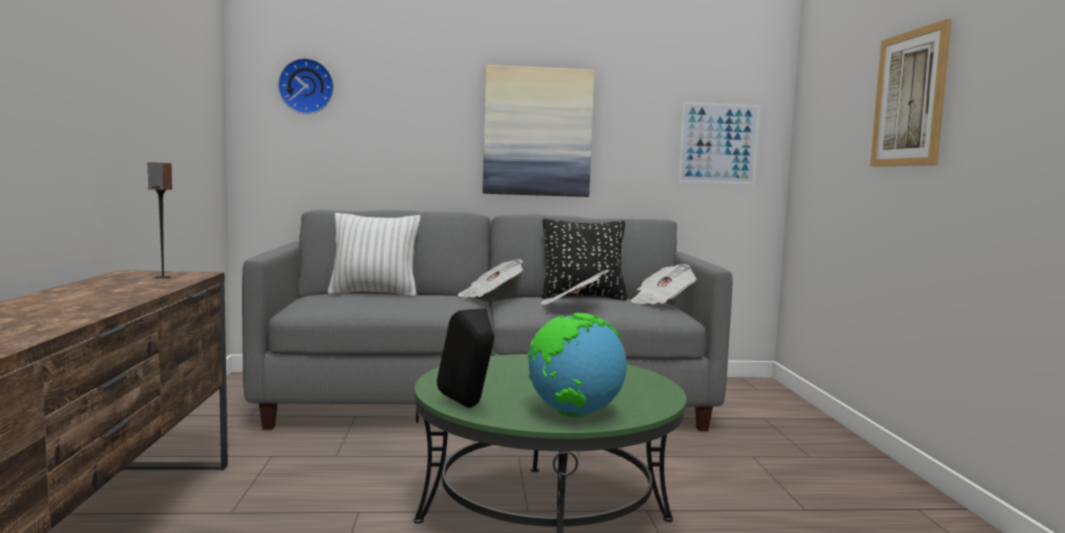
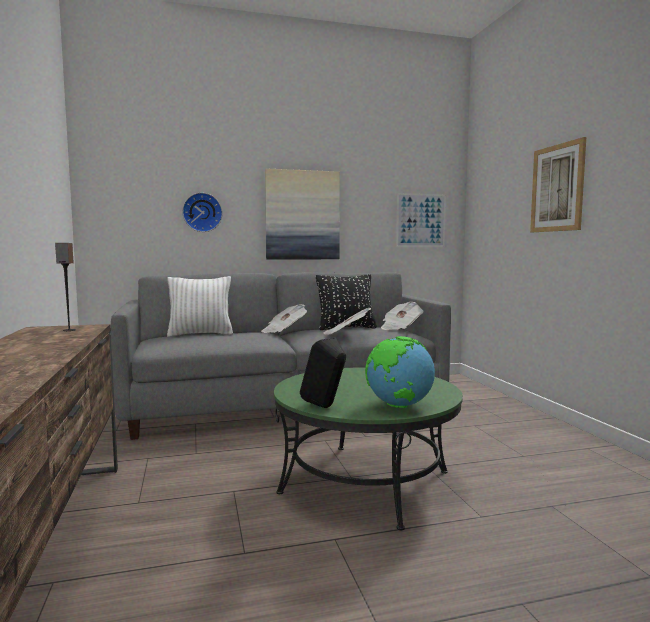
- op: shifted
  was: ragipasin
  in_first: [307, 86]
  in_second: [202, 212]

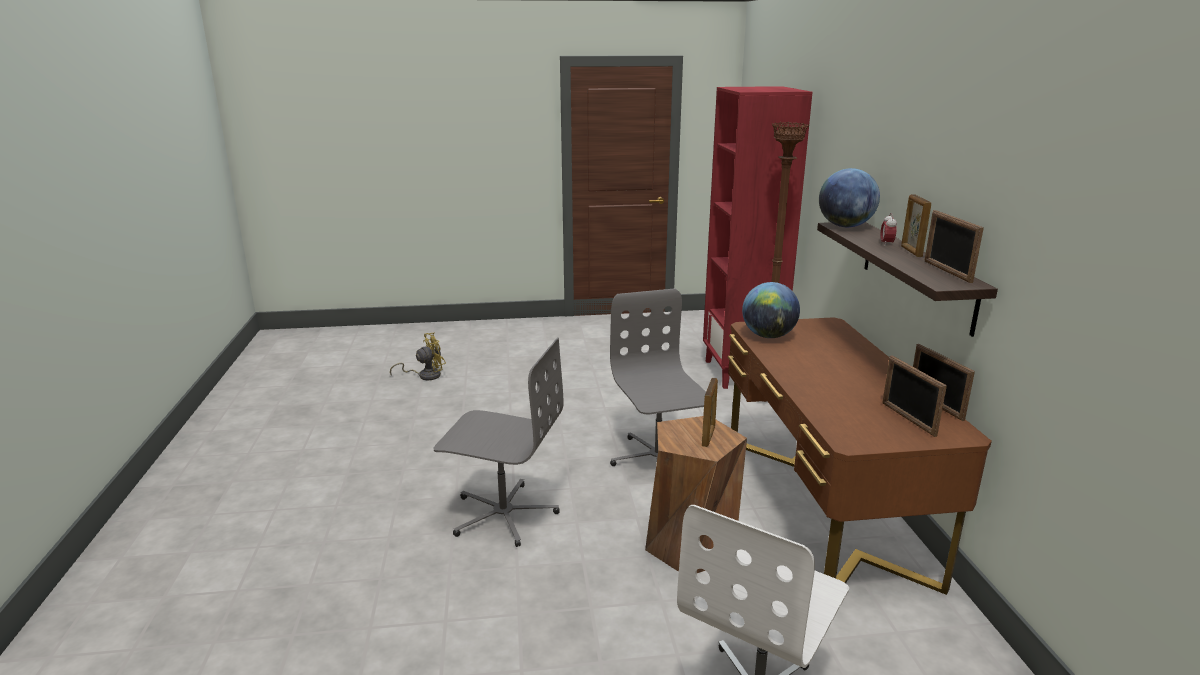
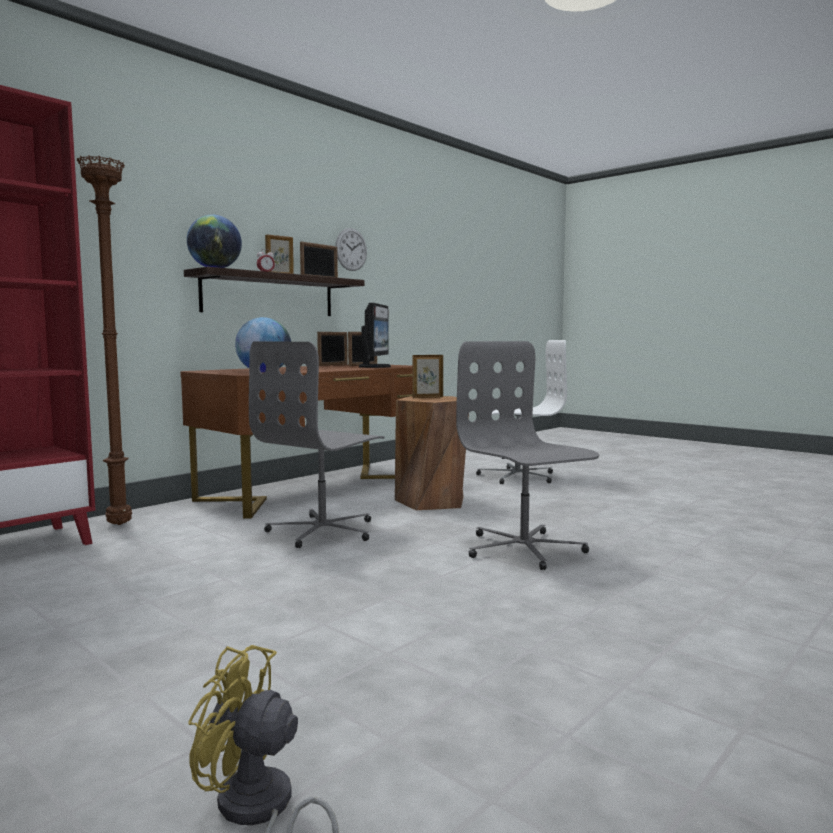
- op: new
  now: ragipasin
  in_second: [351, 249]
- op: new
  now: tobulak
  in_second: [376, 367]

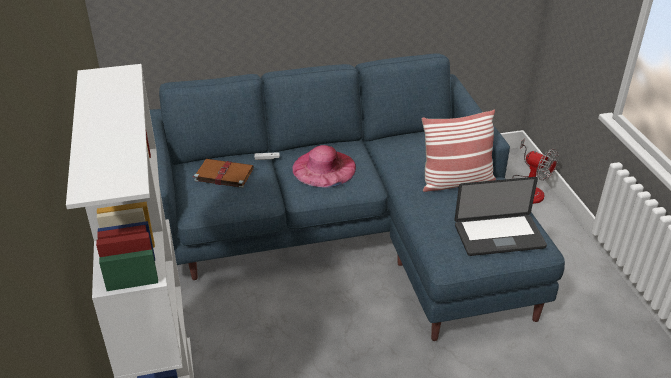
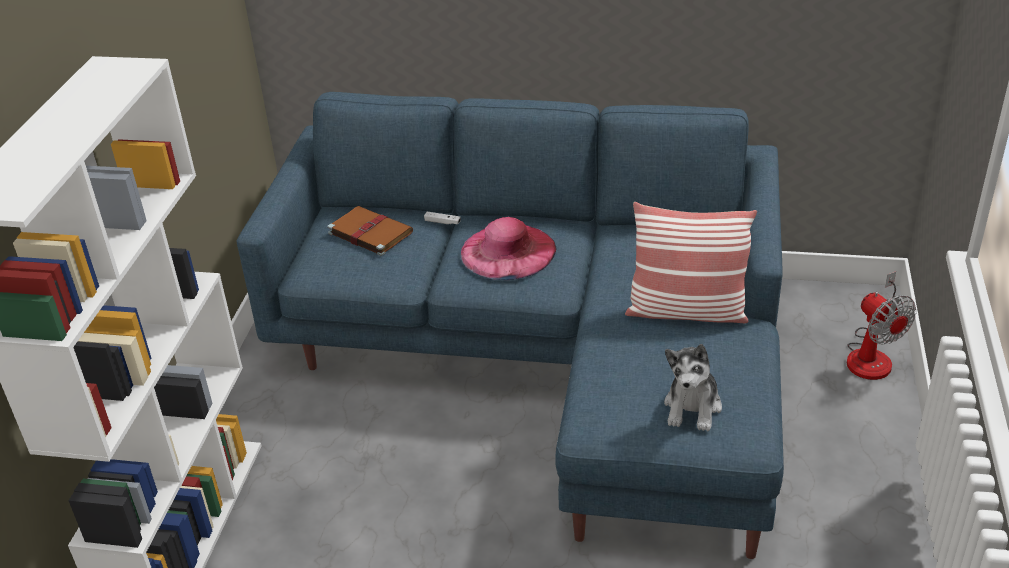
- op: swapped
  was: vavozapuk
  now: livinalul
  in_first: [499, 236]
  in_second: [692, 407]

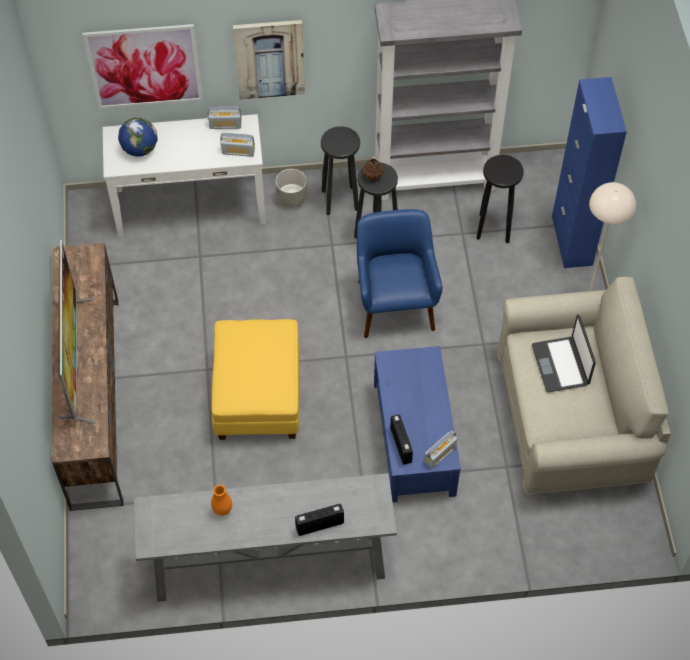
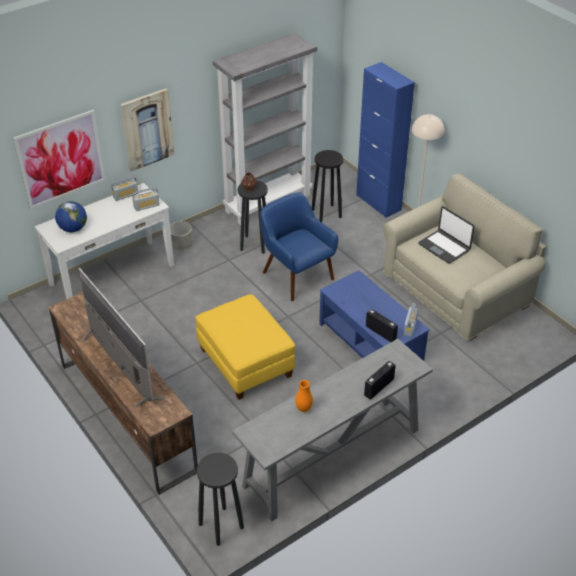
- op: shifted
  was: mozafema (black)
  in_first: [340, 200]
  in_second: [221, 525]

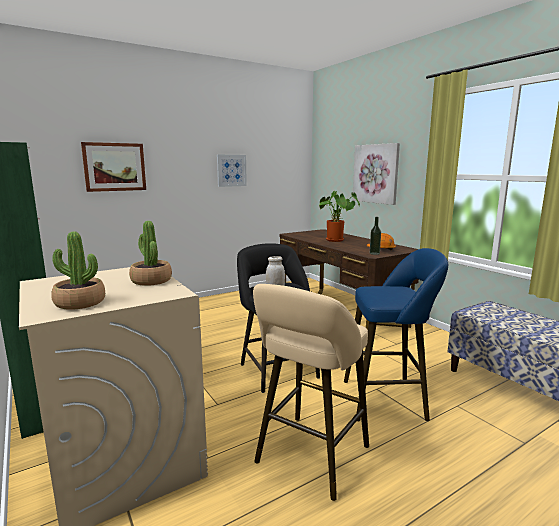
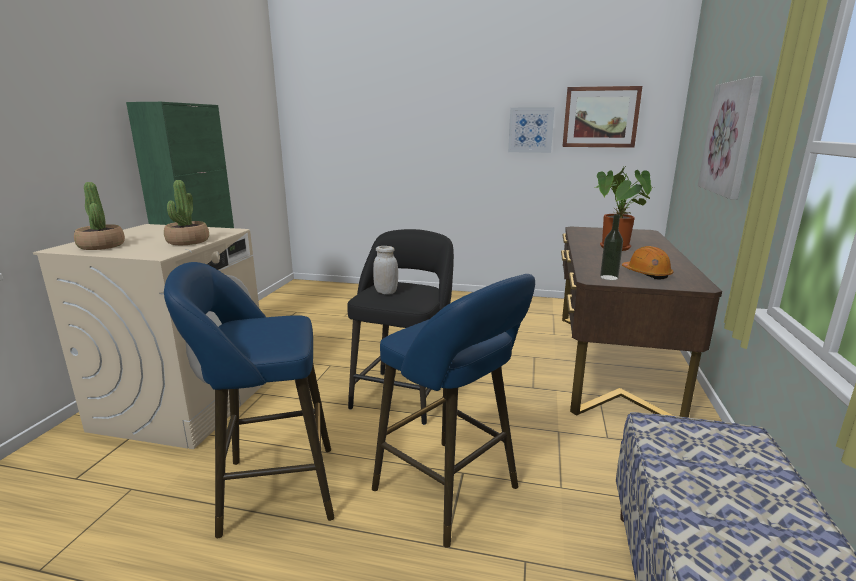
- op: shifted
  was: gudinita
  in_first: [114, 167]
  in_second: [600, 117]
- op: repainted
  was: mozafema (beige)
  now: mozafema (blue)
  in_first: [309, 458]
  in_second: [270, 490]

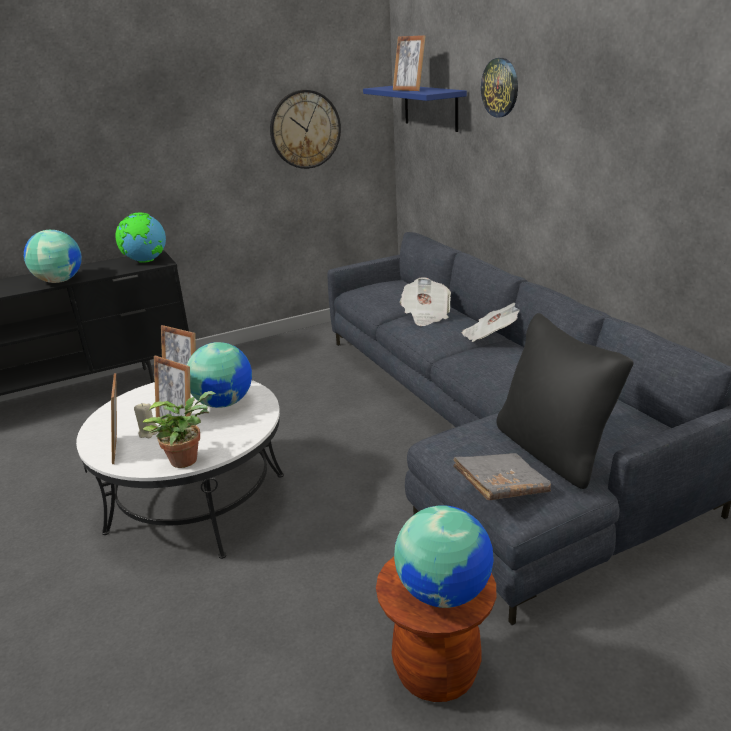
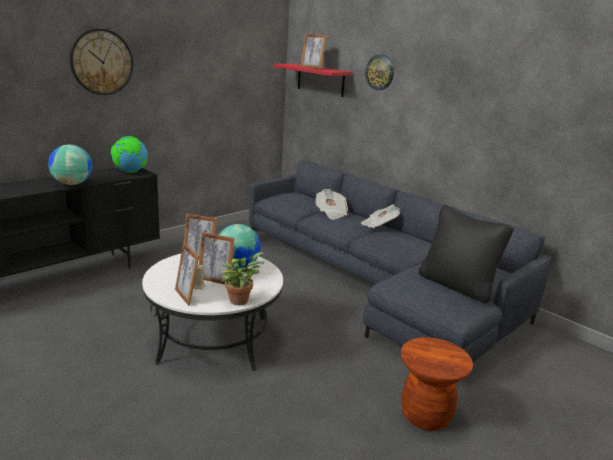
- op: gone
  was: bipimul
  in_first: [444, 591]
- op: gone
  was: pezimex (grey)
  in_first: [501, 488]
- op: shifted
  was: ragipasin
  in_first: [305, 129]
  in_second: [101, 62]
- op: repainted
  was: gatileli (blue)
  now: gatileli (red)
  in_first: [430, 107]
  in_second: [320, 80]

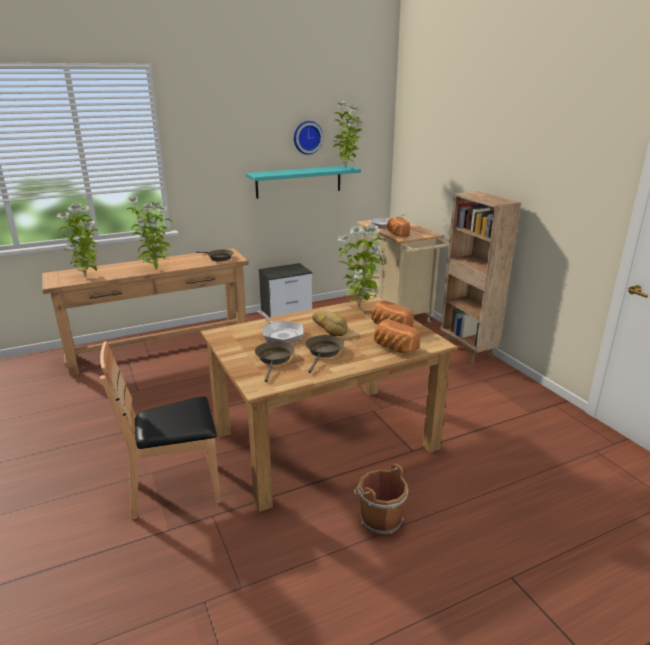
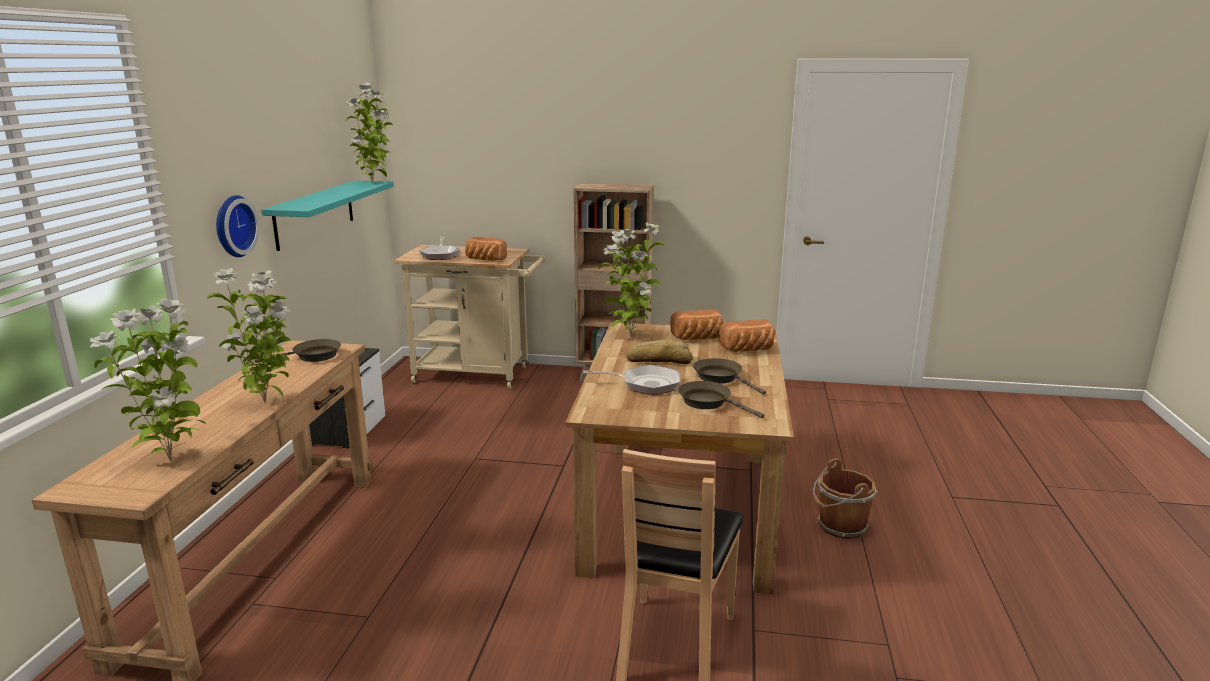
- op: shifted
  was: ragipasin
  in_first: [307, 137]
  in_second: [232, 226]

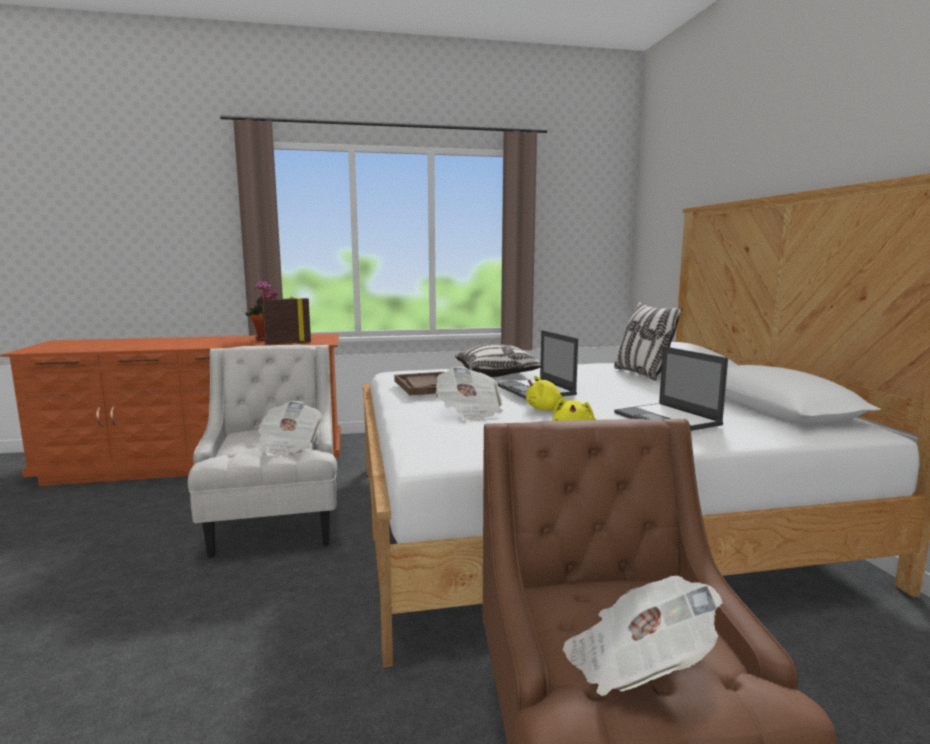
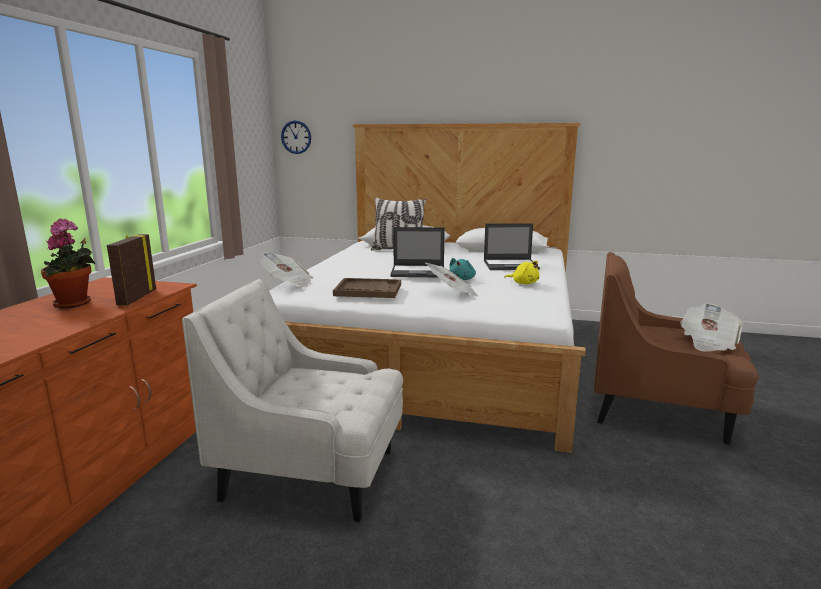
- op: gone
  was: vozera
  in_first: [498, 374]
- op: new
  now: ragipasin
  in_second: [296, 137]
- op: shifted
  was: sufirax
  in_first: [289, 445]
  in_second: [288, 283]
- op: repainted
  was: livinalul (yellow)
  now: livinalul (turquoise)
  in_first: [546, 410]
  in_second: [462, 279]

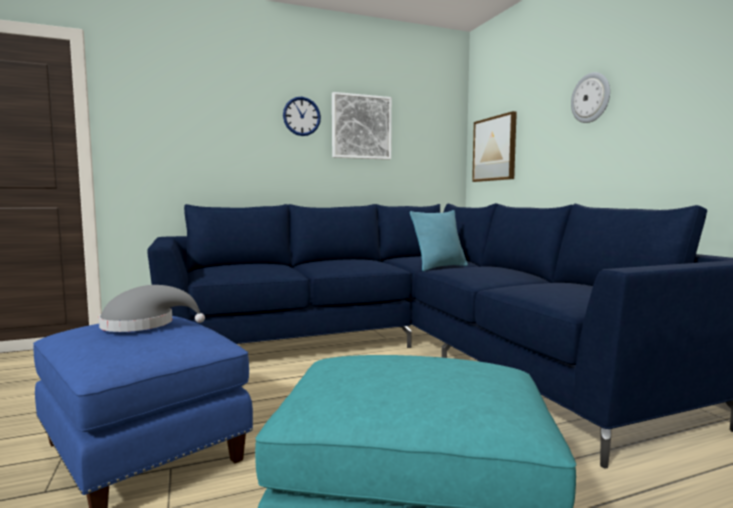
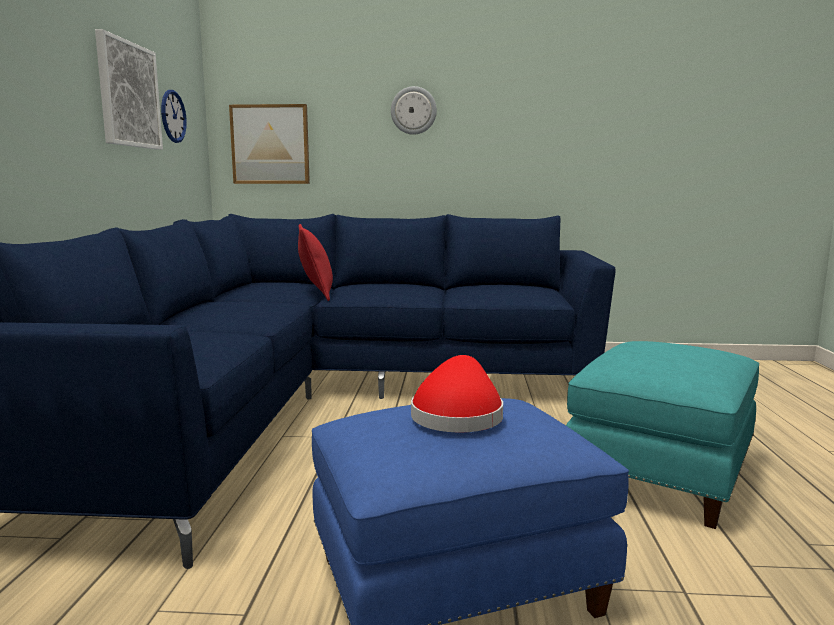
- op: shifted
  was: ragipasin
  in_first: [301, 116]
  in_second: [173, 116]
- op: repainted
  was: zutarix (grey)
  now: zutarix (red)
  in_first: [144, 325]
  in_second: [457, 415]
- op: repainted
  was: vozera (turquoise)
  now: vozera (red)
  in_first: [439, 267]
  in_second: [316, 295]

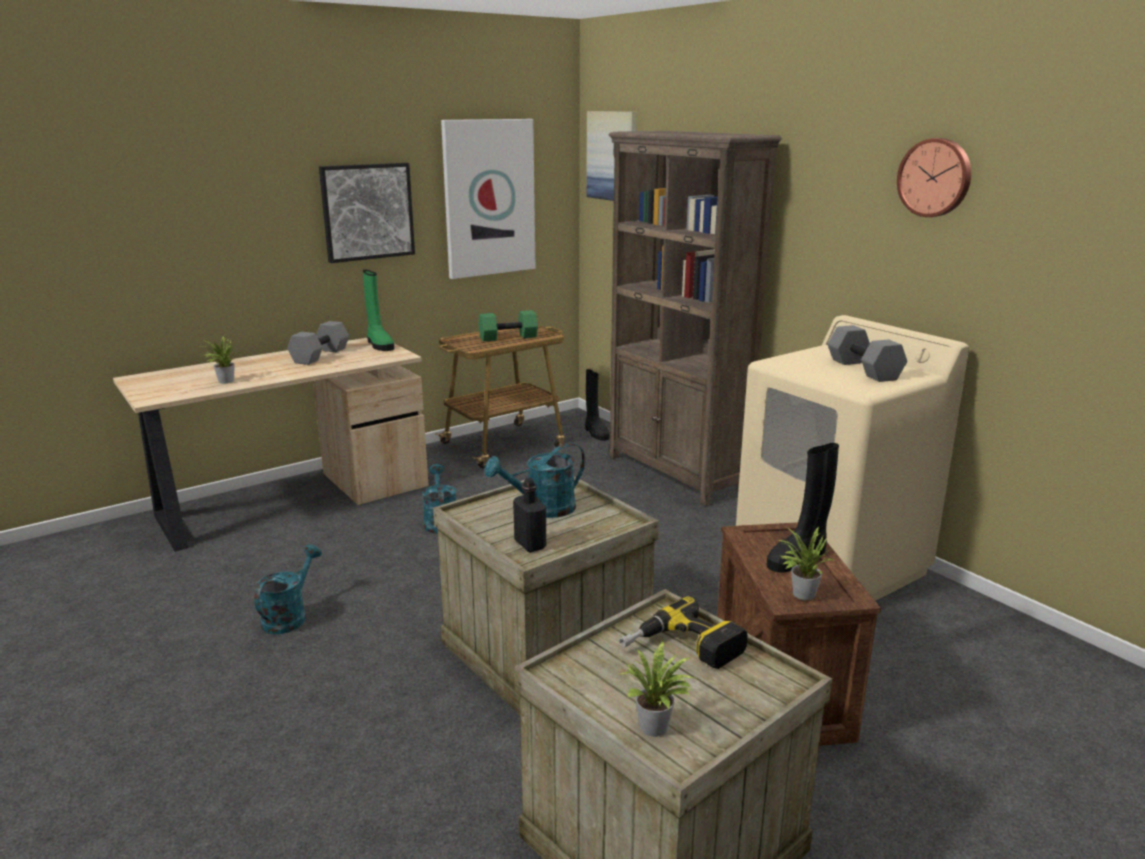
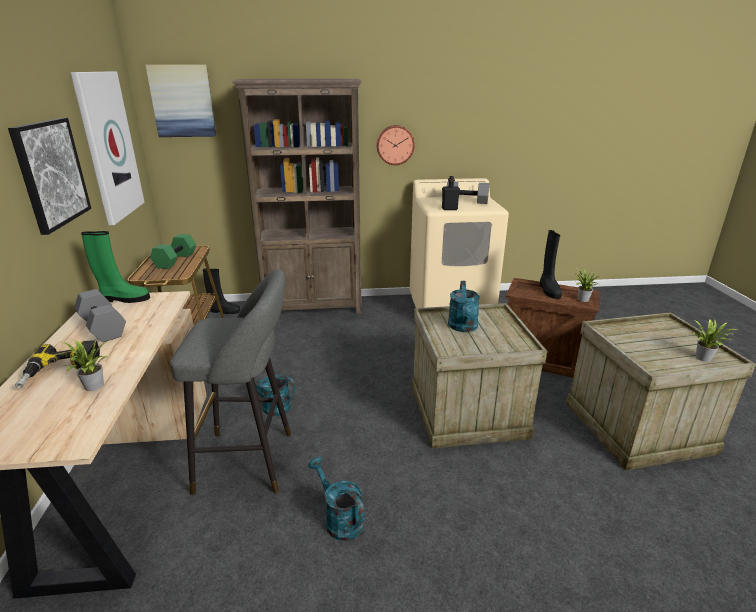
- op: new
  now: mozafema (grey)
  in_second: [251, 461]
- op: shifted
  was: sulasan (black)
  in_first: [530, 544]
  in_second: [449, 209]
- op: shifted
  was: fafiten
  in_first: [682, 650]
  in_second: [60, 371]
- op: shifted
  was: ragipasin
  in_first: [935, 177]
  in_second: [395, 145]

